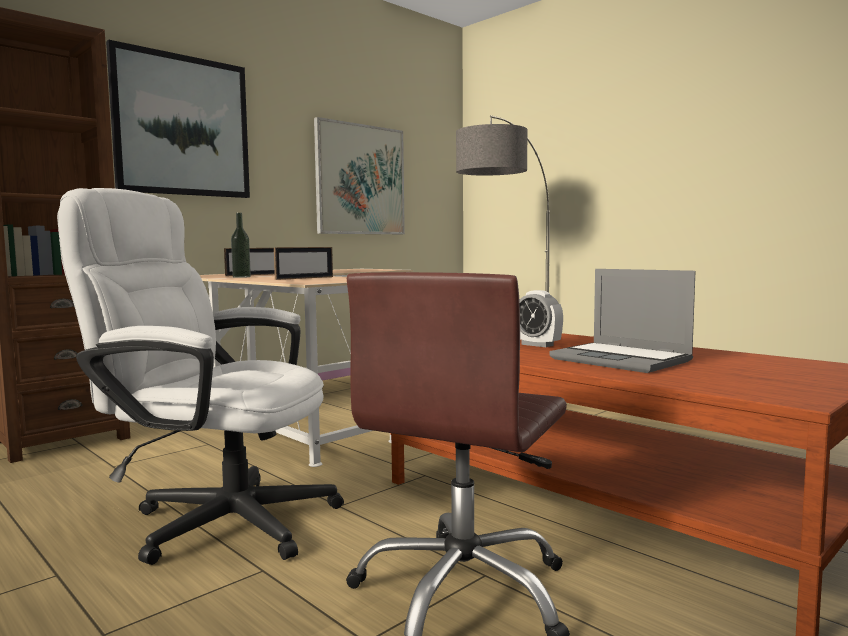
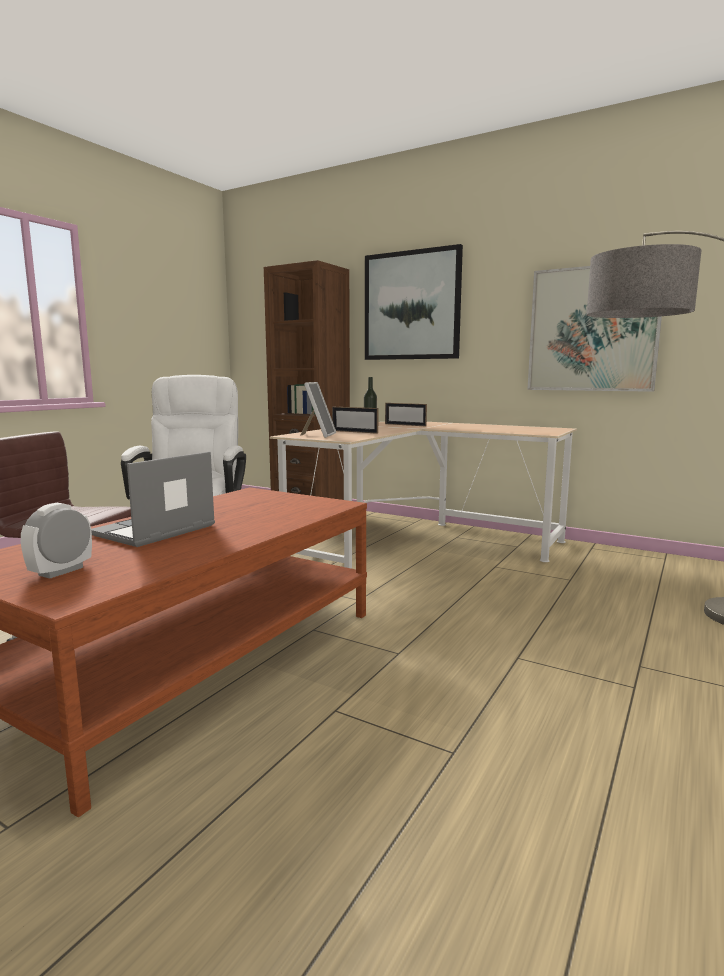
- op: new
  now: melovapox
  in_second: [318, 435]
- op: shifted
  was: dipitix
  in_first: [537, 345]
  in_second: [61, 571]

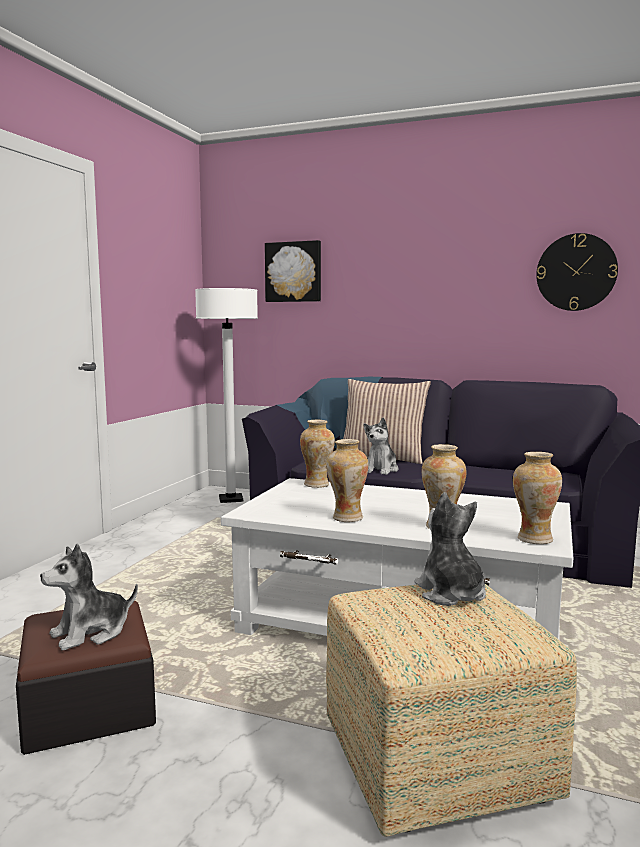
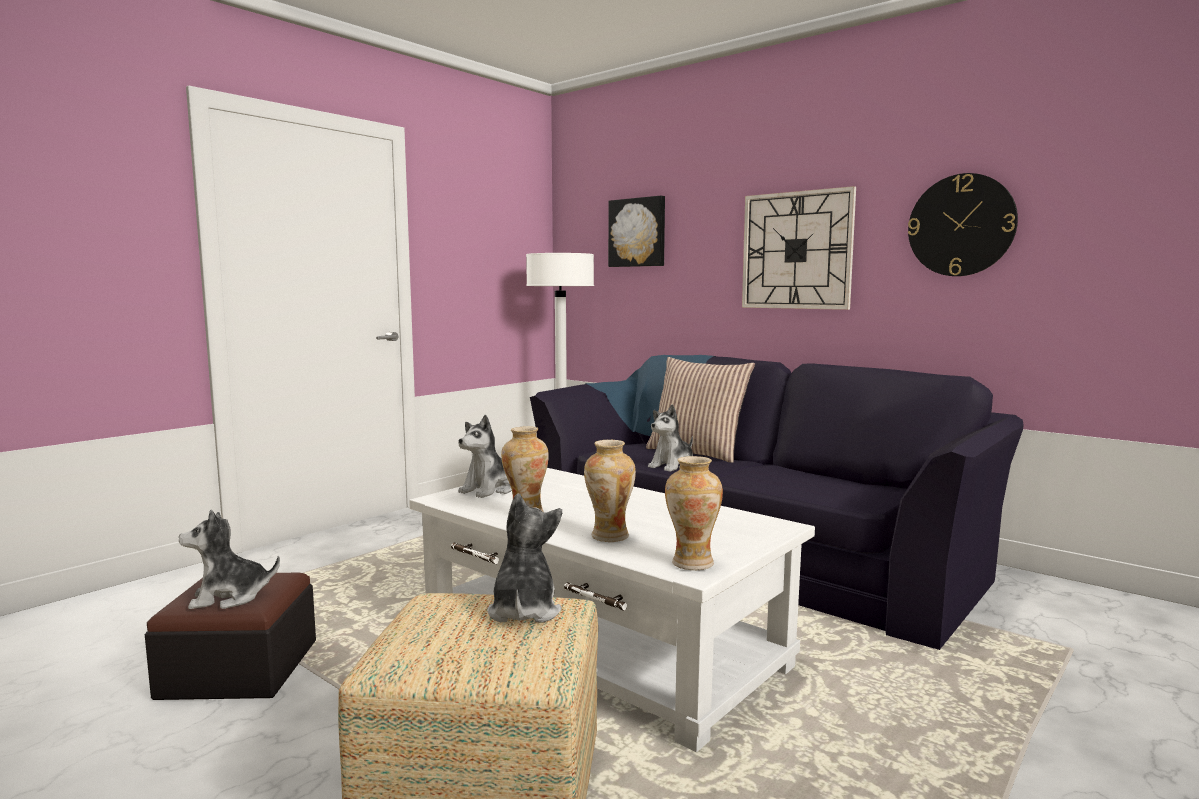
- op: gone
  was: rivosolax
  in_first: [317, 485]
- op: new
  now: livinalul
  in_second: [490, 489]
- op: new
  now: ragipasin
  in_second: [796, 250]

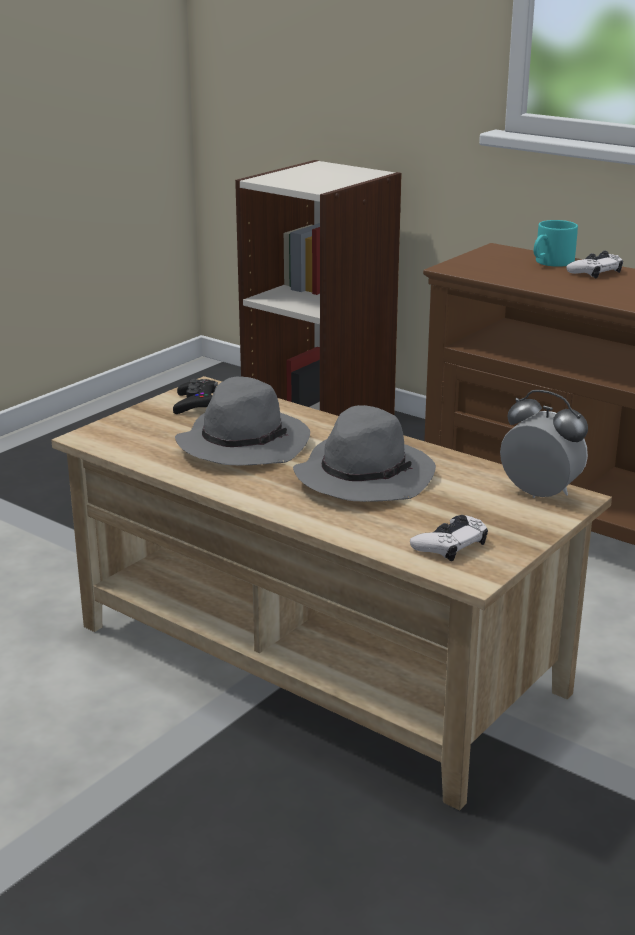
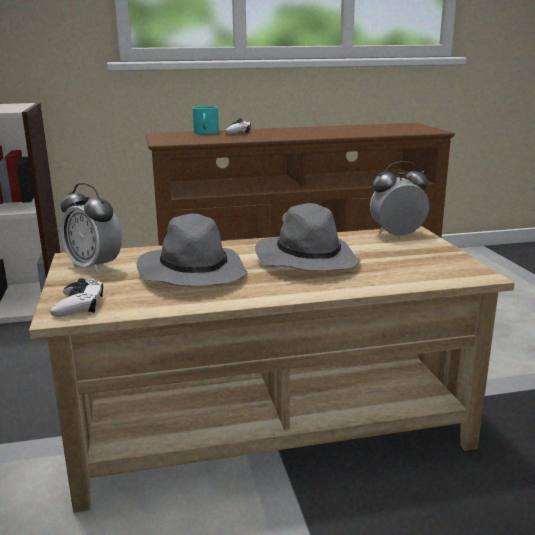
- op: shifted
  was: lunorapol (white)
  in_first: [450, 544]
  in_second: [79, 305]
- op: swapped
  was: lunorapol (black)
  now: dipitix
  in_first: [196, 403]
  in_second: [94, 267]

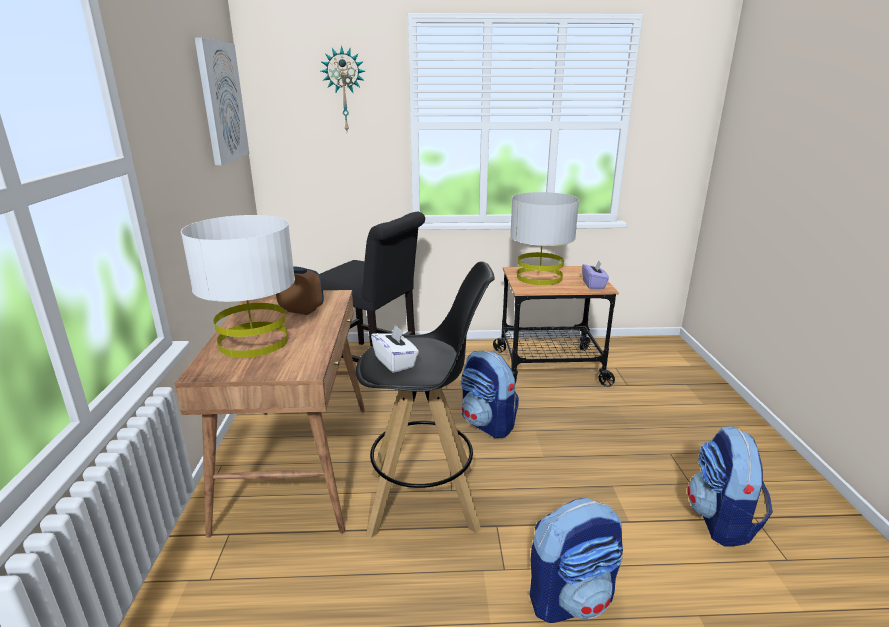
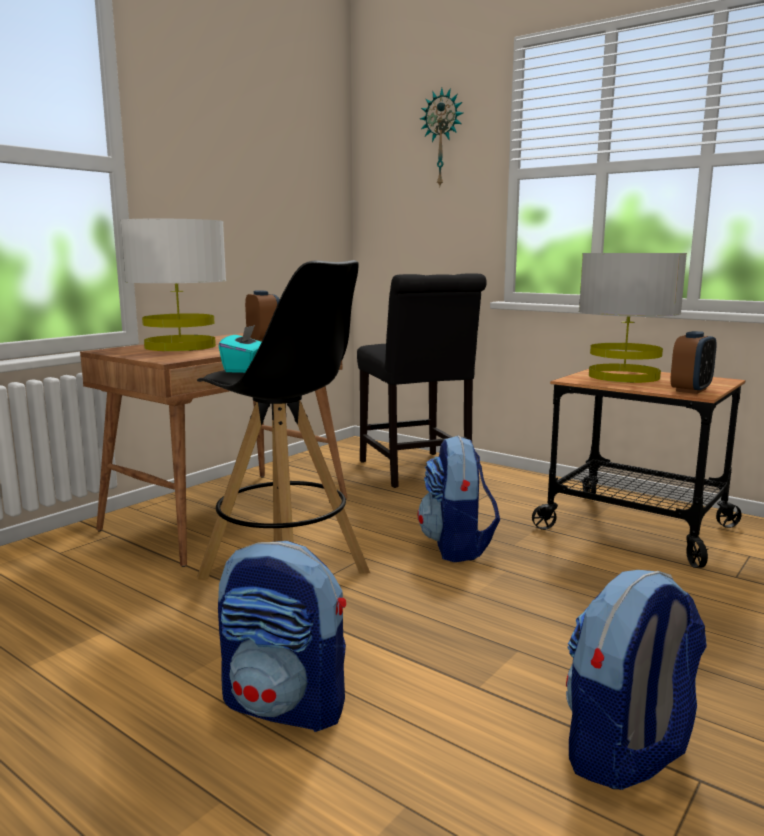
- op: gone
  was: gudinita
  in_first: [221, 102]
- op: swapped
  was: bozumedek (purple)
  now: dipitix
  in_first: [594, 285]
  in_second: [691, 390]
- op: repainted
  was: bozumedek (white)
  now: bozumedek (turquoise)
  in_first: [395, 362]
  in_second: [246, 369]

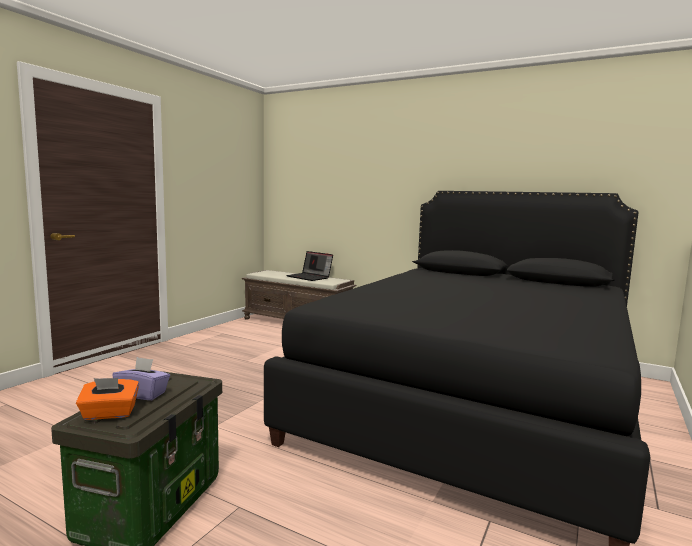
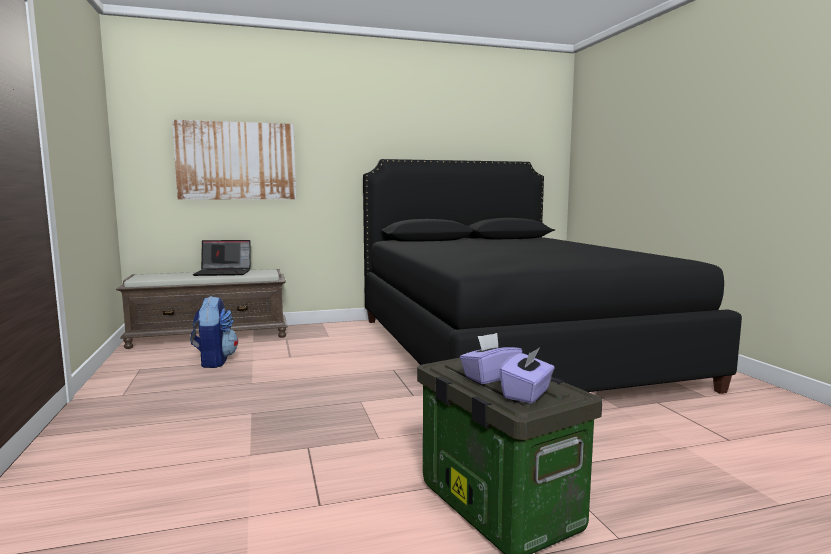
- op: new
  now: gudinita
  in_second: [236, 161]
- op: new
  now: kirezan
  in_second: [214, 361]
- op: repainted
  was: bozumedek (orange)
  now: bozumedek (purple)
  in_first: [109, 414]
  in_second: [527, 394]

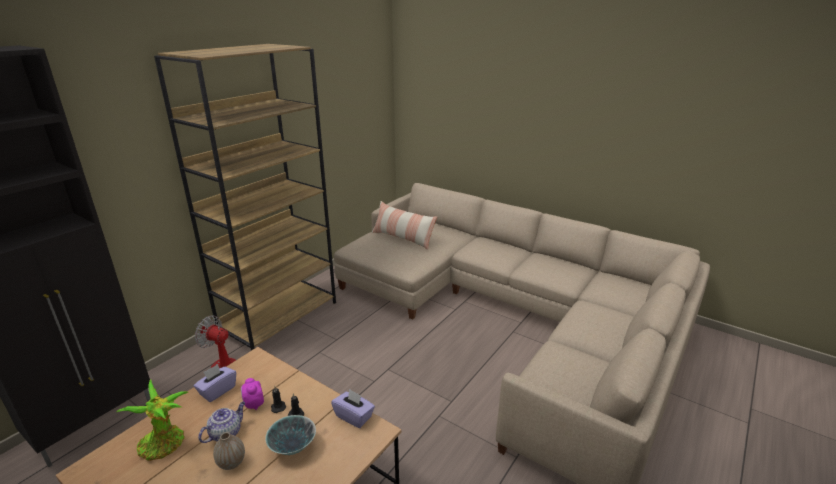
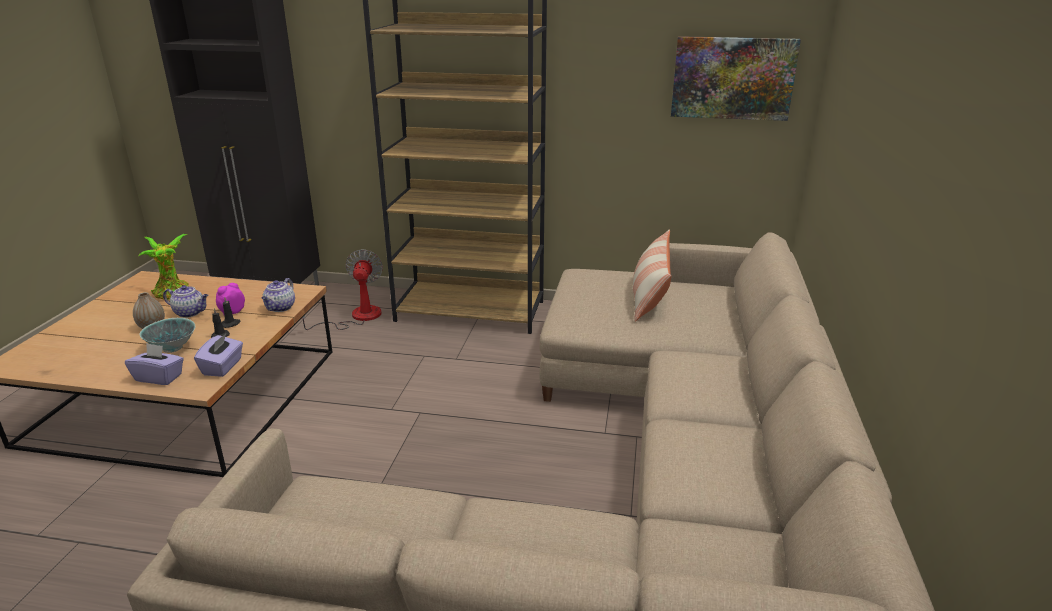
- op: new
  now: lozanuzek
  in_second: [280, 308]
- op: new
  now: gudinita
  in_second: [732, 78]
- op: shifted
  was: bozumedek (purple)
  in_first: [217, 390]
  in_second: [159, 377]

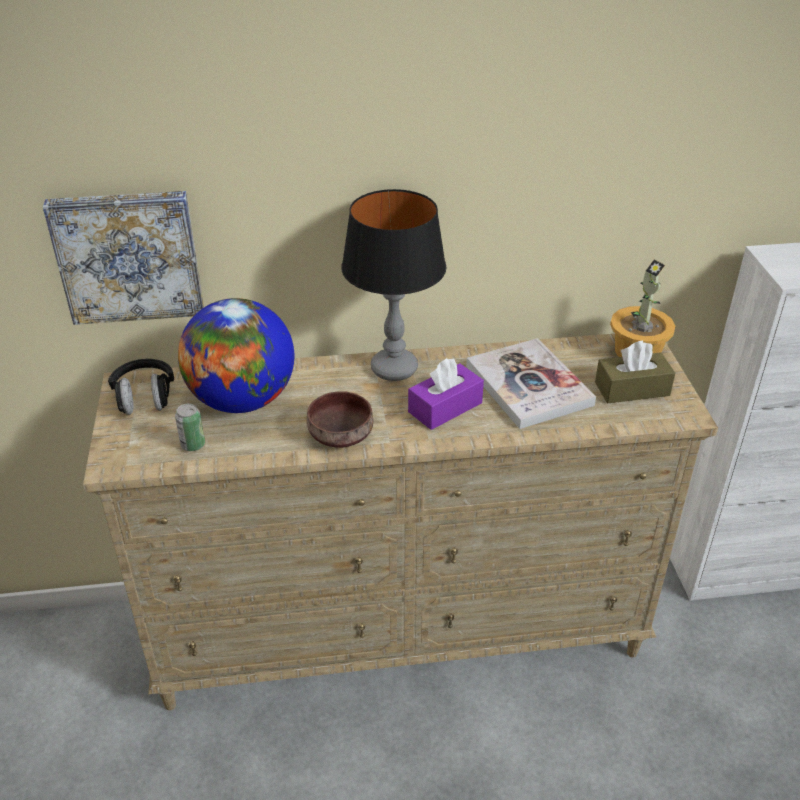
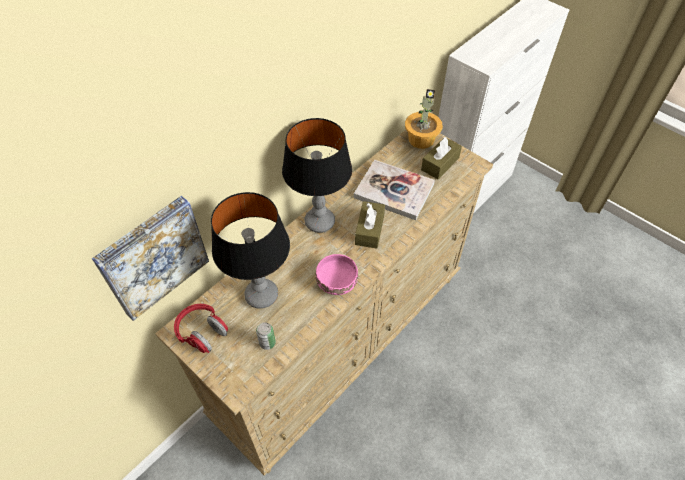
- op: swapped
  was: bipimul
  now: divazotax
  in_first: [242, 400]
  in_second: [261, 295]
- op: repainted
  was: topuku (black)
  now: topuku (red)
  in_first: [144, 398]
  in_second: [202, 333]
- op: repainted
  was: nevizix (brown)
  now: nevizix (pink)
  in_first: [342, 435]
  in_second: [338, 281]
- op: repainted
  was: bozumedek (purple)
  now: bozumedek (brown)
  in_first: [445, 407]
  in_second: [369, 230]

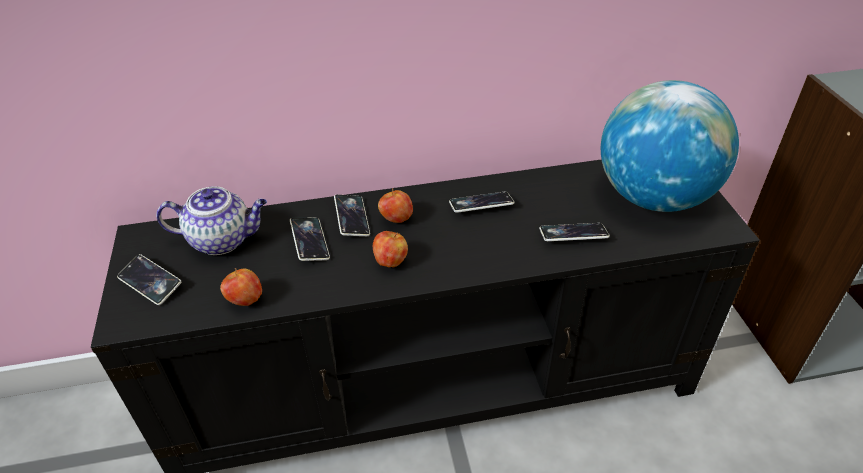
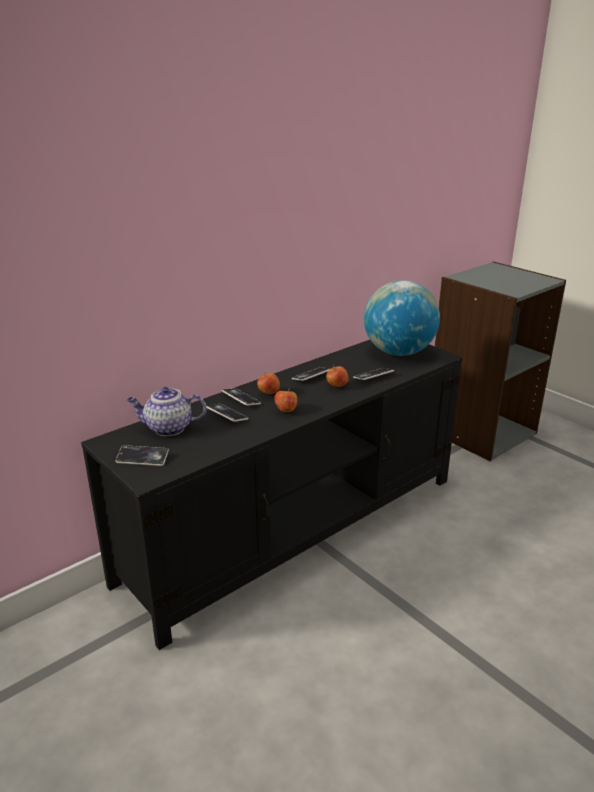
- op: shifted
  was: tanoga
  in_first: [245, 300]
  in_second: [337, 386]
- op: rotated
  was: lozanuzek
  in_first: [223, 240]
  in_second: [168, 428]
  clockwise: -150

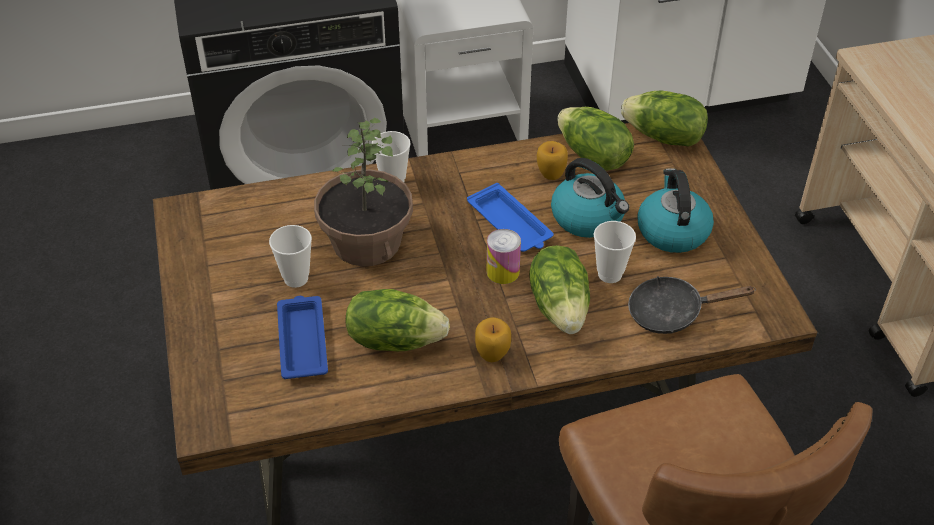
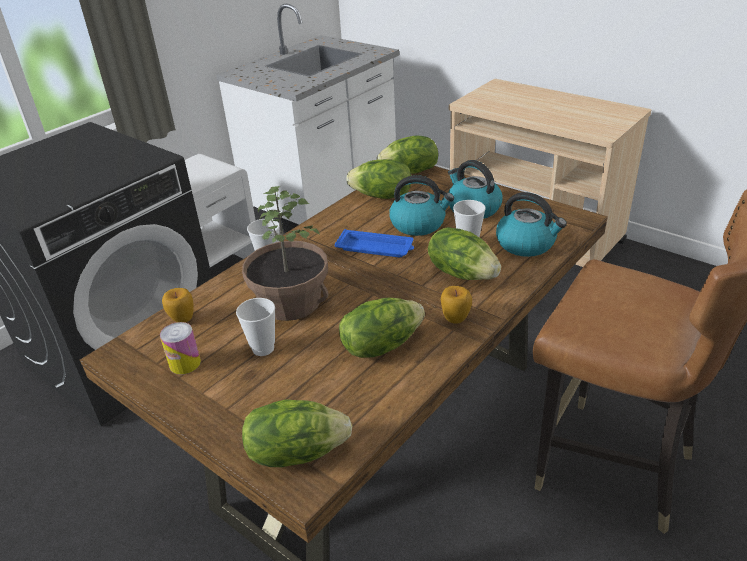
- op: gone
  was: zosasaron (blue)
  in_first: [302, 340]
- op: new
  now: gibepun
  in_second: [296, 452]
- op: shifted
  was: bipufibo
  in_first: [503, 272]
  in_second: [185, 363]
- op: shifted
  was: tanoga
  in_first: [550, 175]
  in_second: [182, 319]
- op: swapped
  was: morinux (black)
  now: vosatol
  in_first: [672, 312]
  in_second: [526, 244]

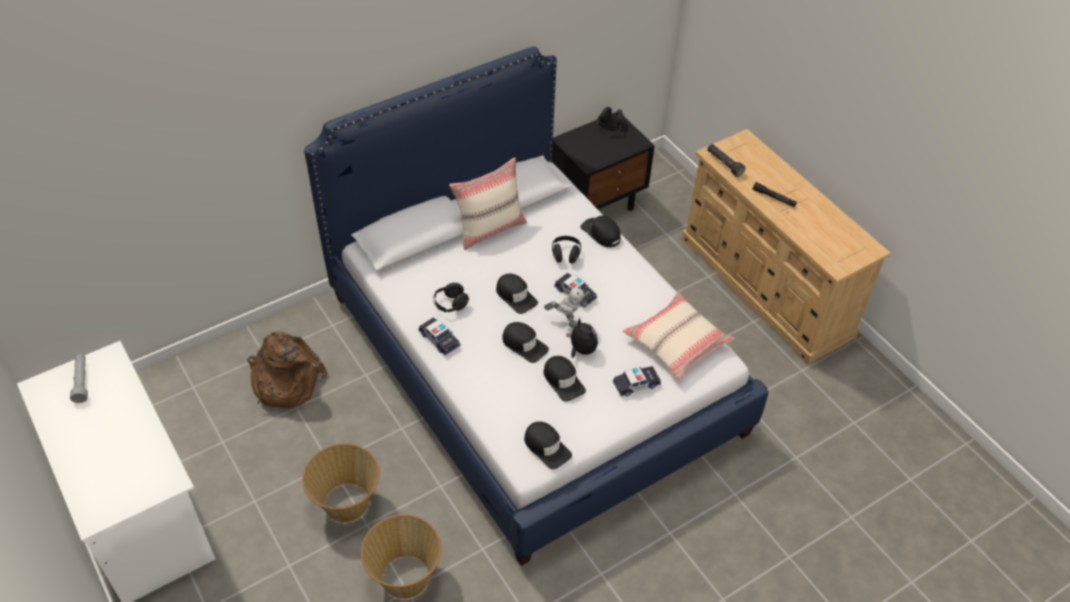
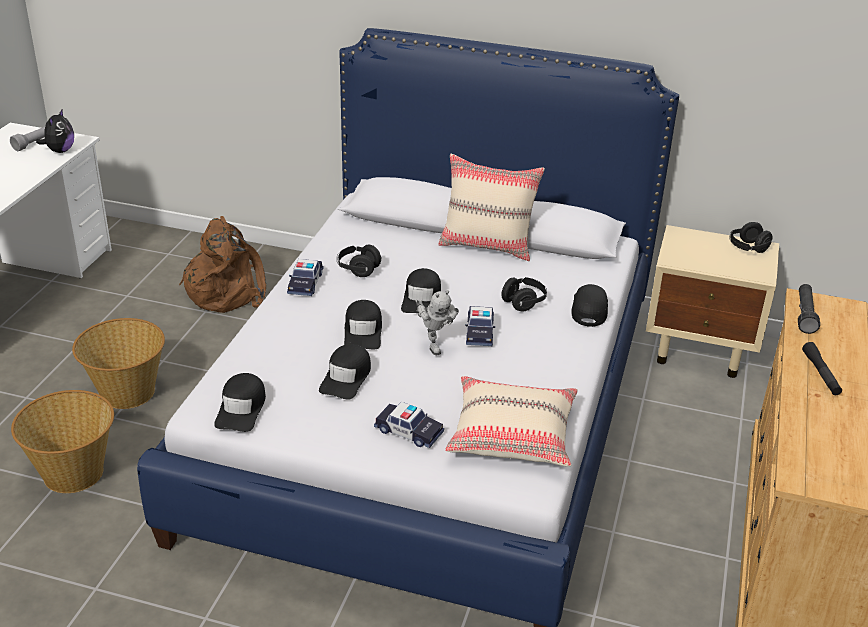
- op: shifted
  was: livinalul
  in_first: [581, 350]
  in_second: [60, 151]
- op: repainted
  was: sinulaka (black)
  now: sinulaka (beige)
  in_first: [597, 203]
  in_second: [701, 350]

